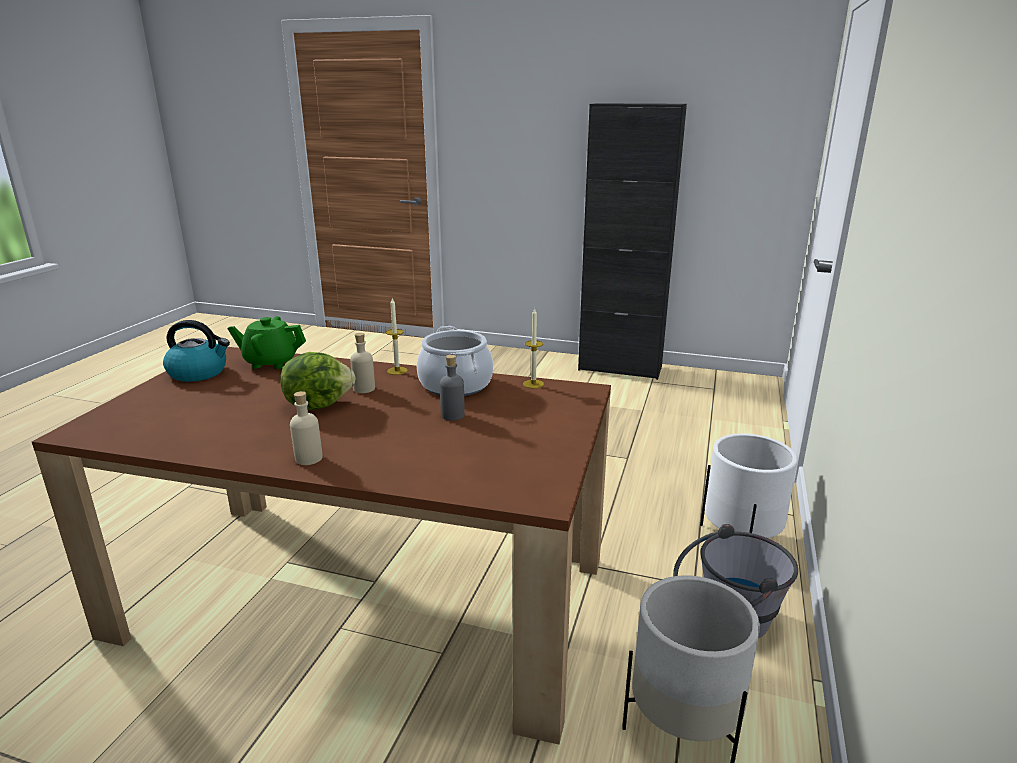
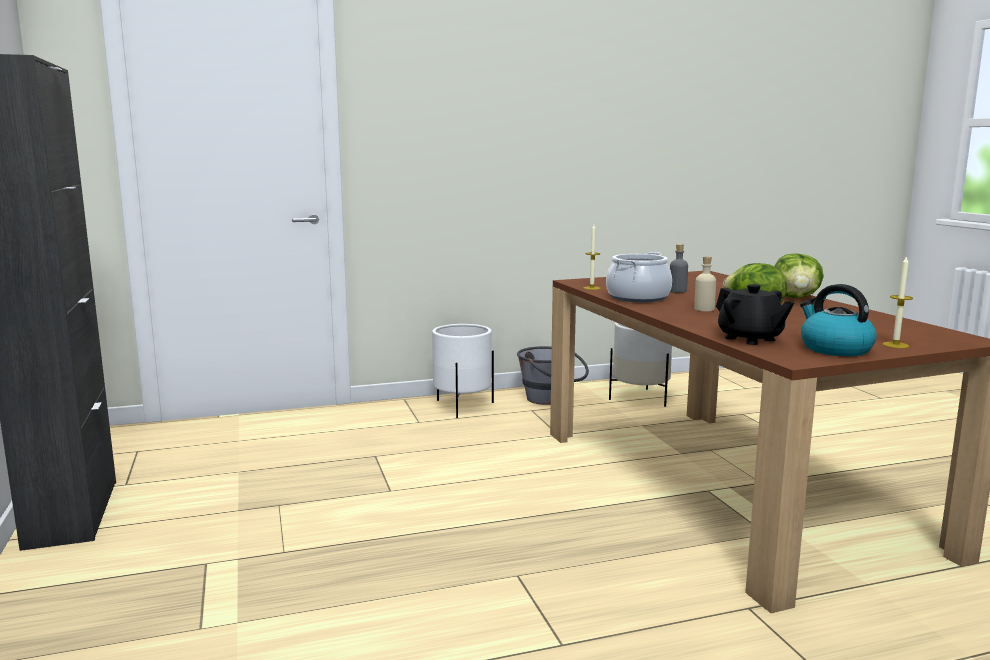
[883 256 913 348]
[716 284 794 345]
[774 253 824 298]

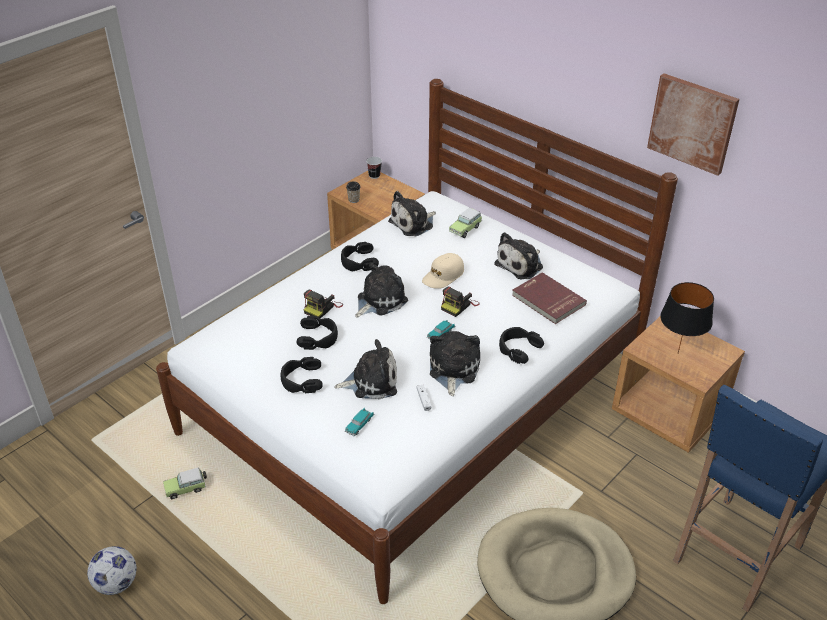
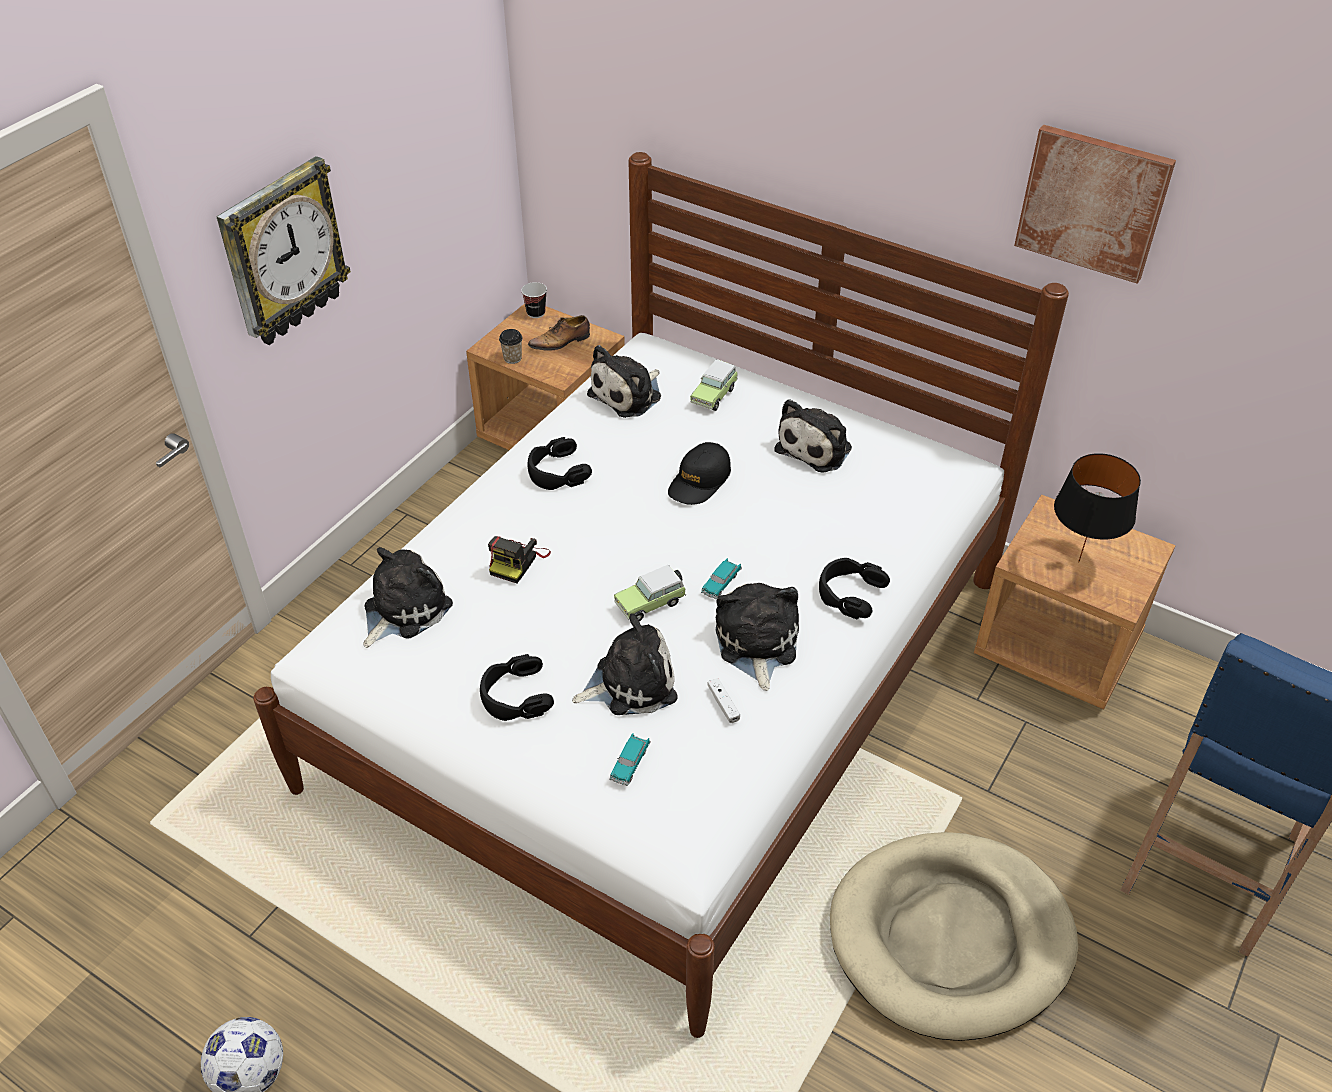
[668 442 731 505]
[363 547 453 648]
[512 272 587 324] (first image)
[441 287 480 317] (first image)
[297 316 338 350] (first image)
[614 565 686 621]
[216 156 351 345]
[528 315 590 351]

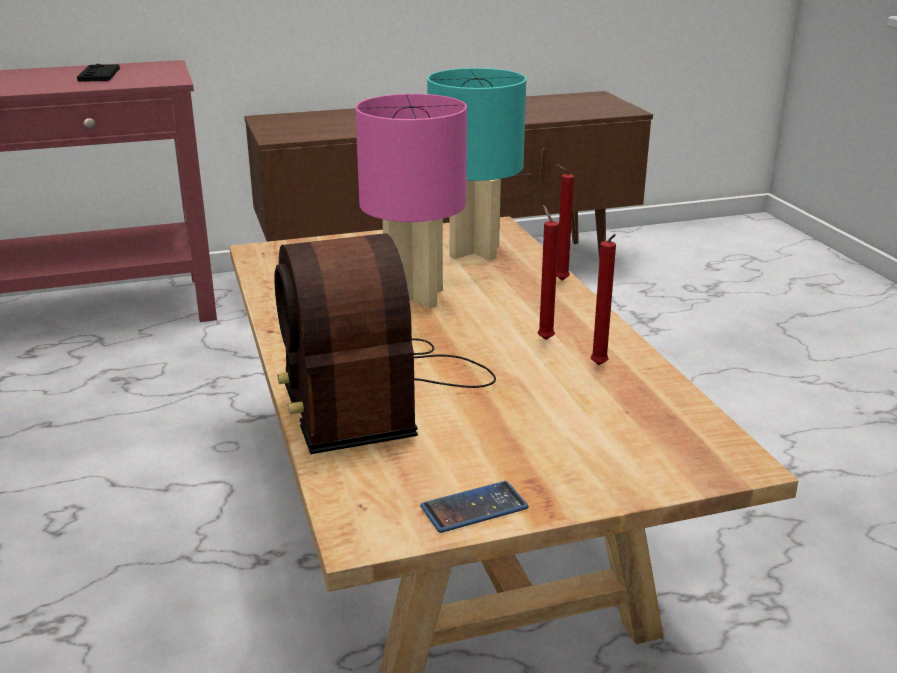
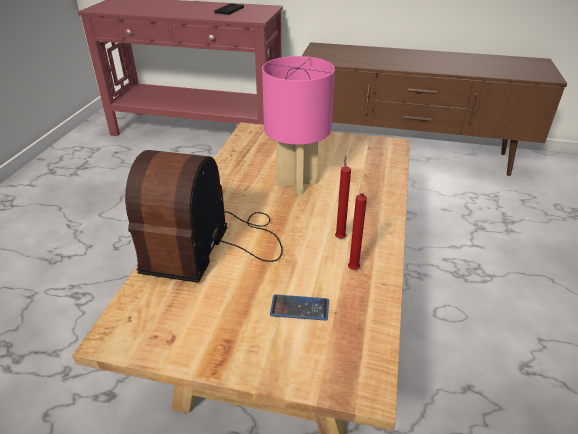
[427 68 526 260] (first image)
[556 164 574 280] (first image)
[270 294 329 321]

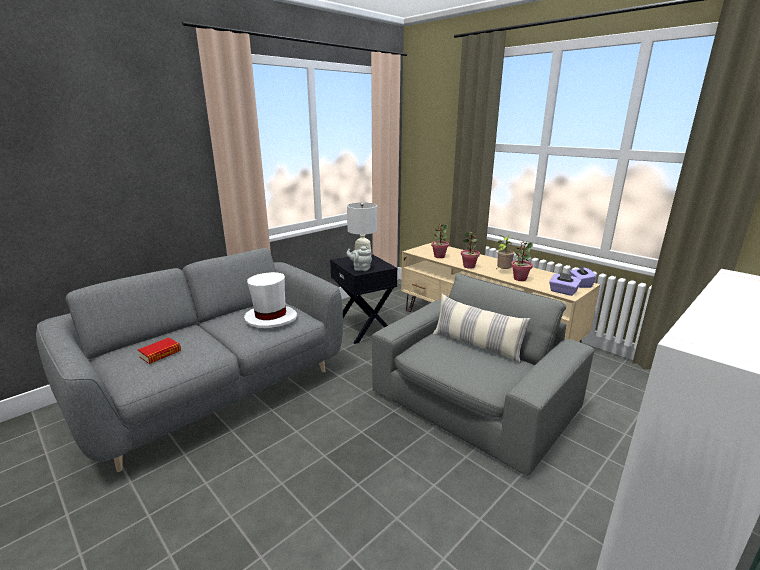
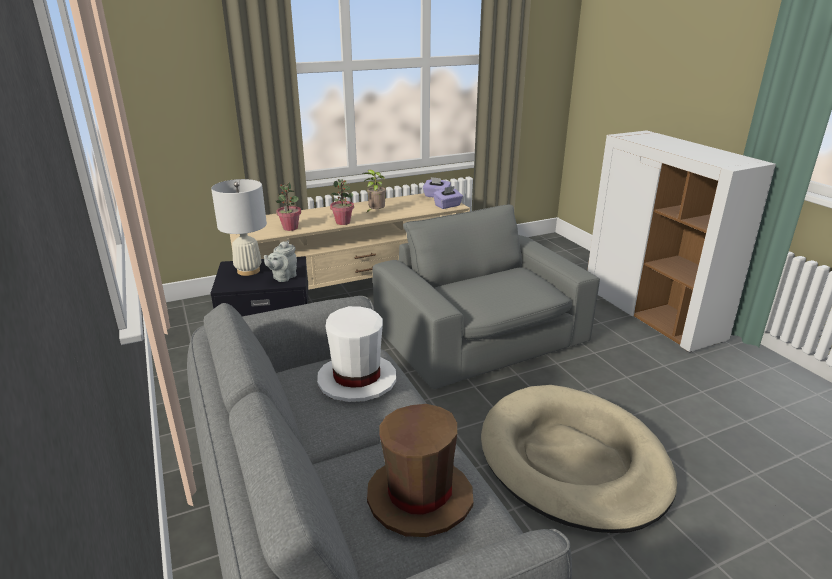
[511 241 533 281] (first image)
[433 294 531 363] (first image)
[367 404 473 537]
[481 385 677 533]

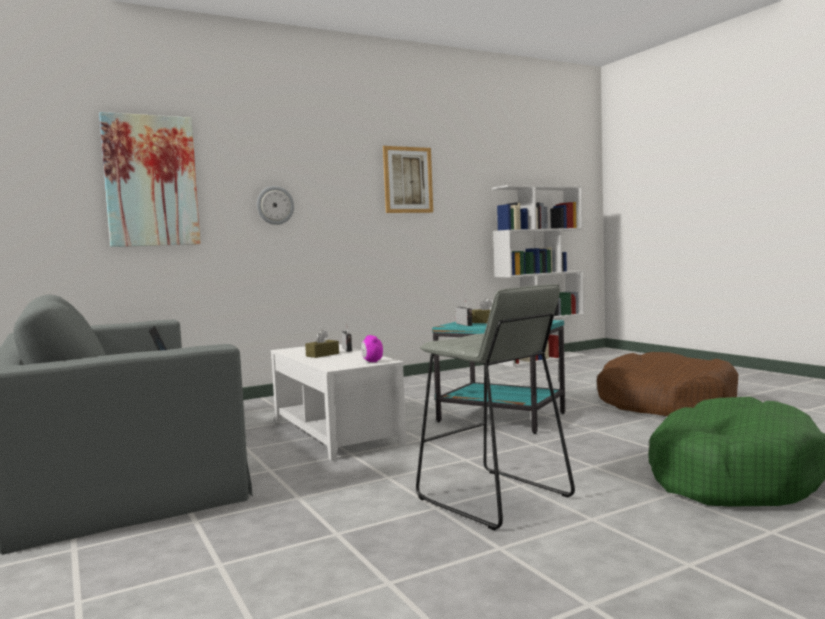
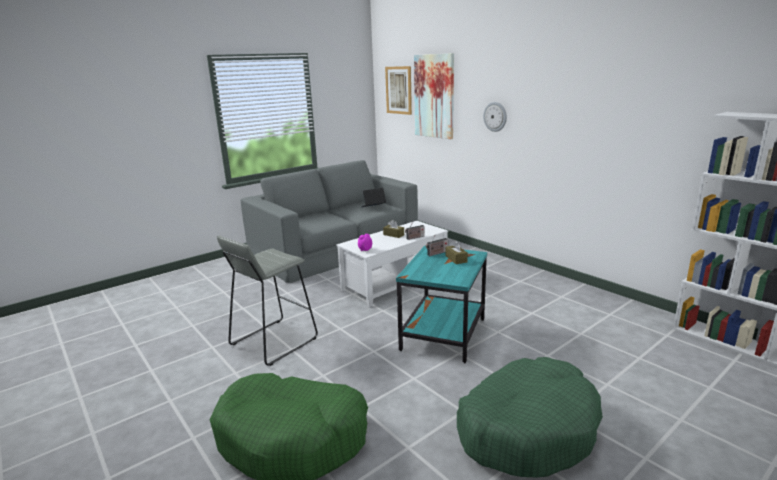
[385 66 412 115]
[457 357 603 477]

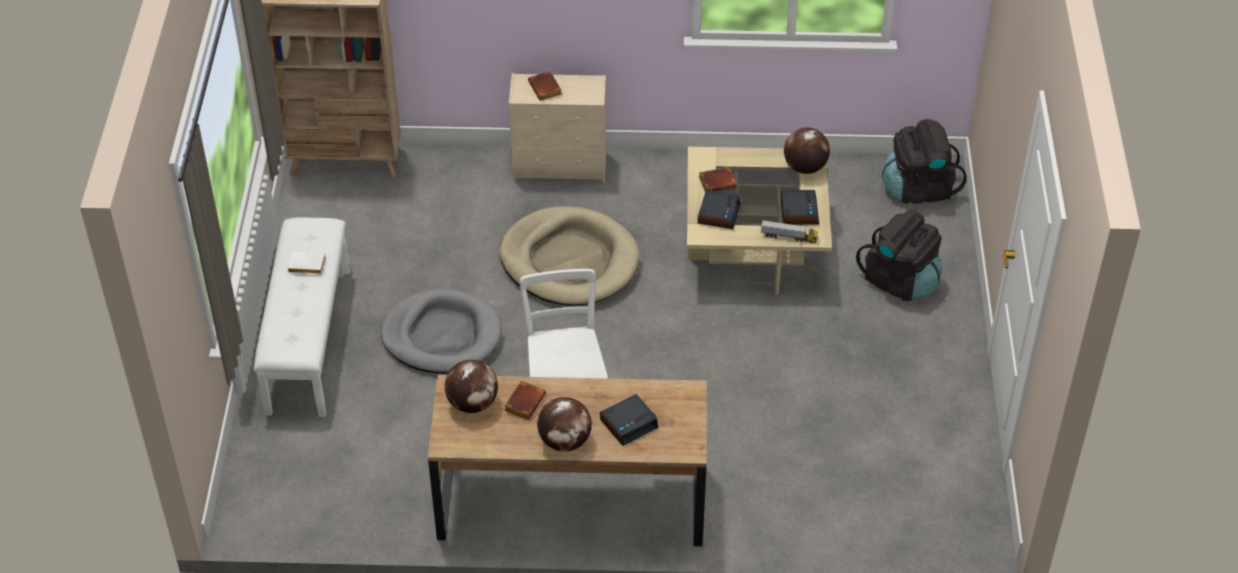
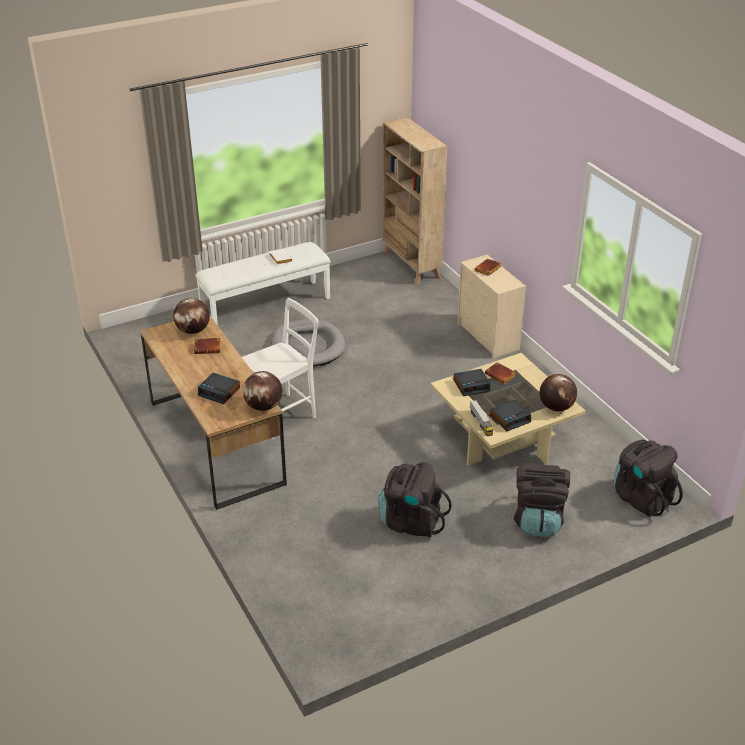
[499 206 640 306] (first image)
[243 371 282 411]
[378 462 451 538]

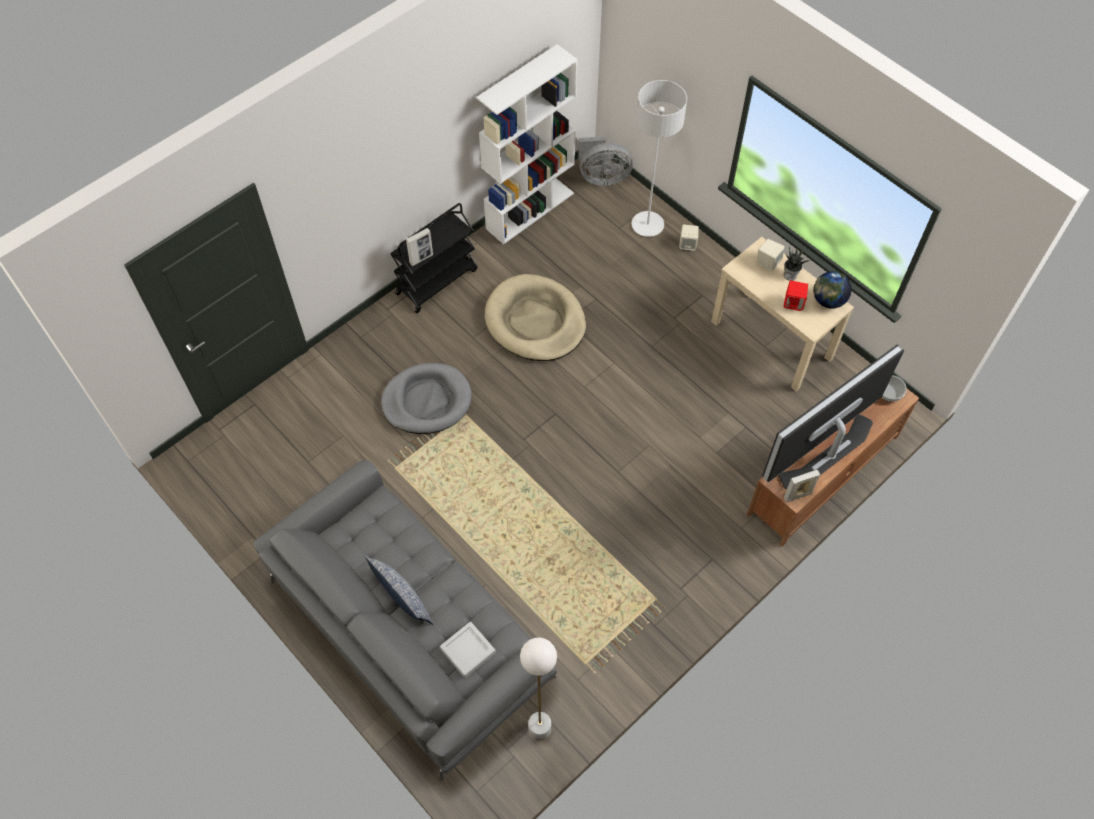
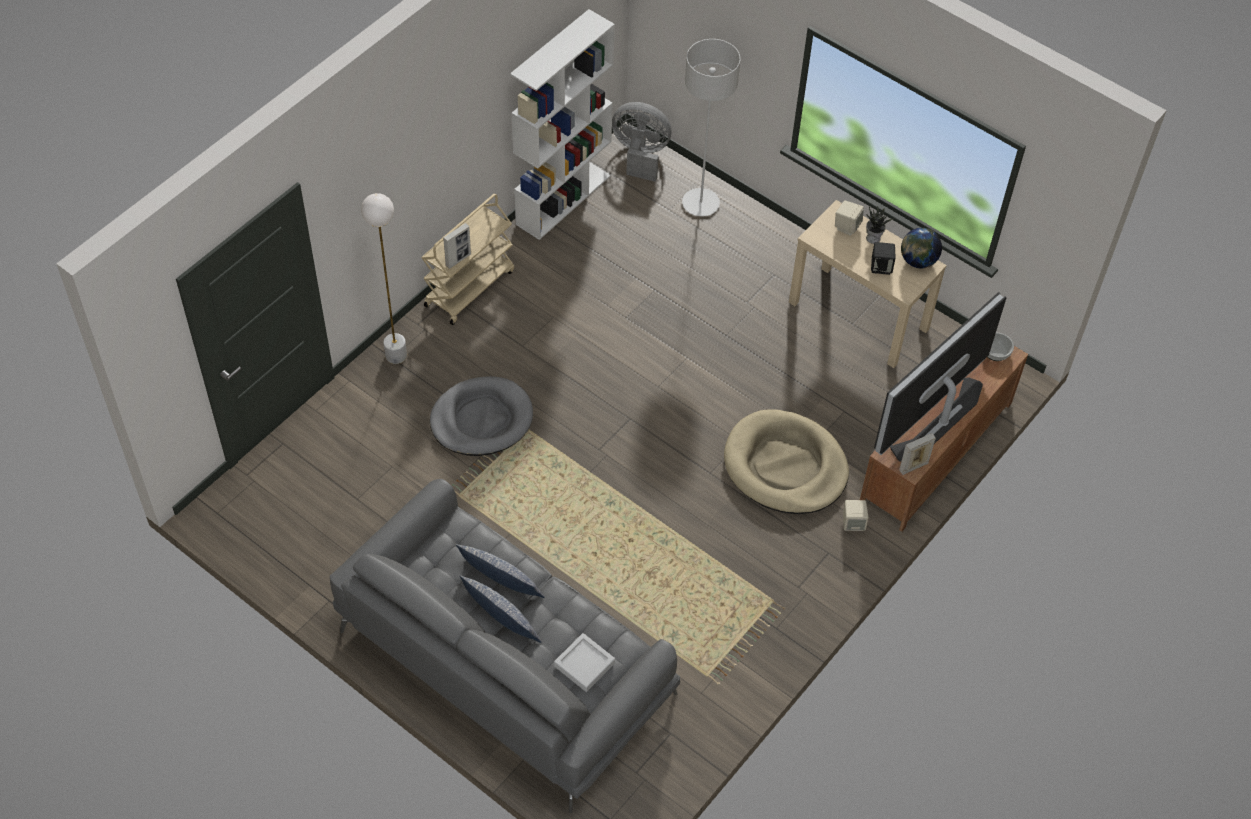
[612 102 672 182]
[421 194 514 325]
[843 500 868 531]
[724 409 849 514]
[871 242 895 275]
[361 193 407 364]
[456 544 545 598]

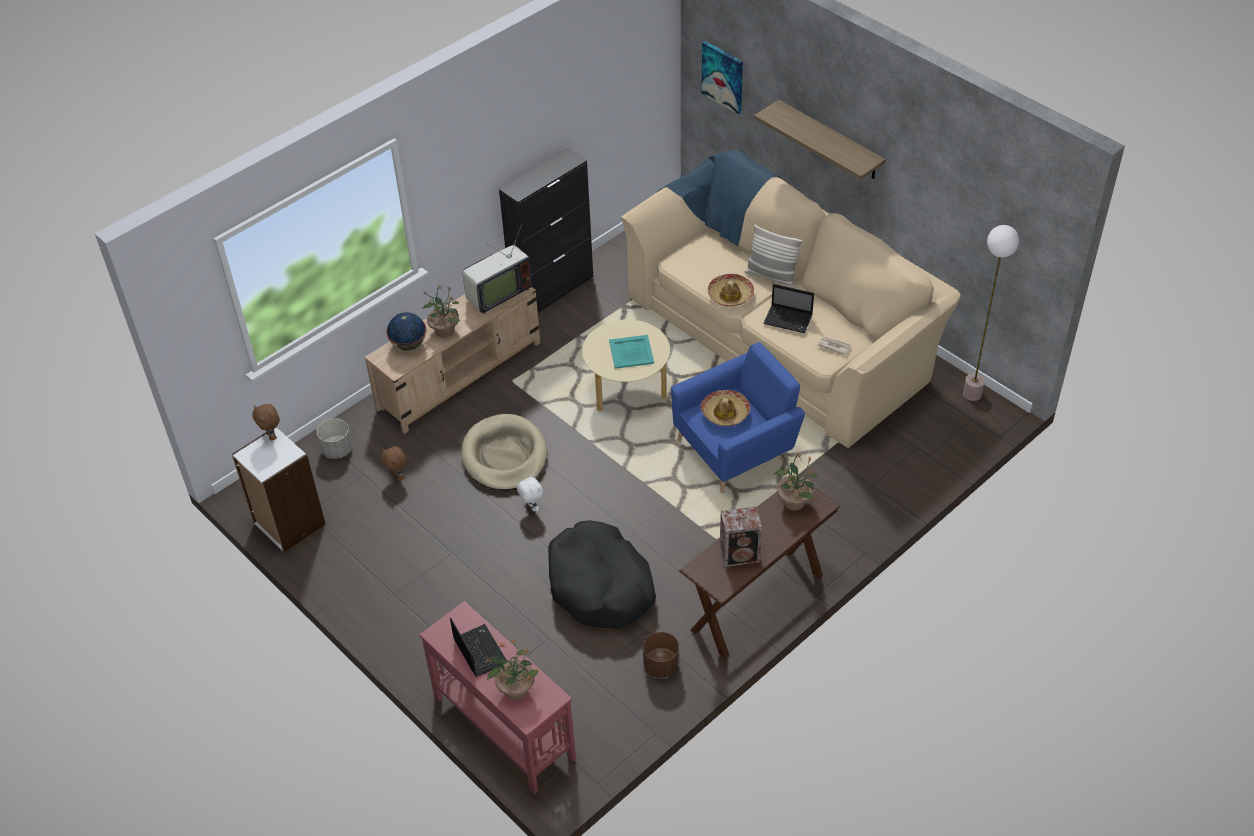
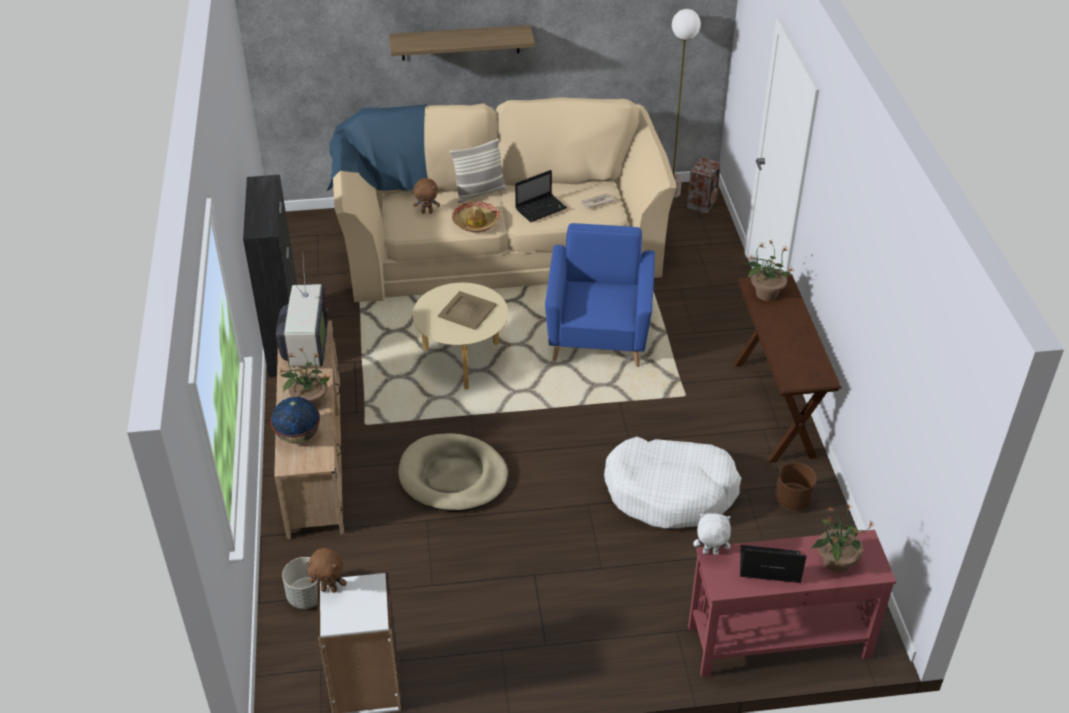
[701 41 743 114] (first image)
[438 291 497 330]
[701 390 750 426] (first image)
[413 178 440 214]
[693 513 731 555]
[687 157 721 213]
[604 437 741 528]

